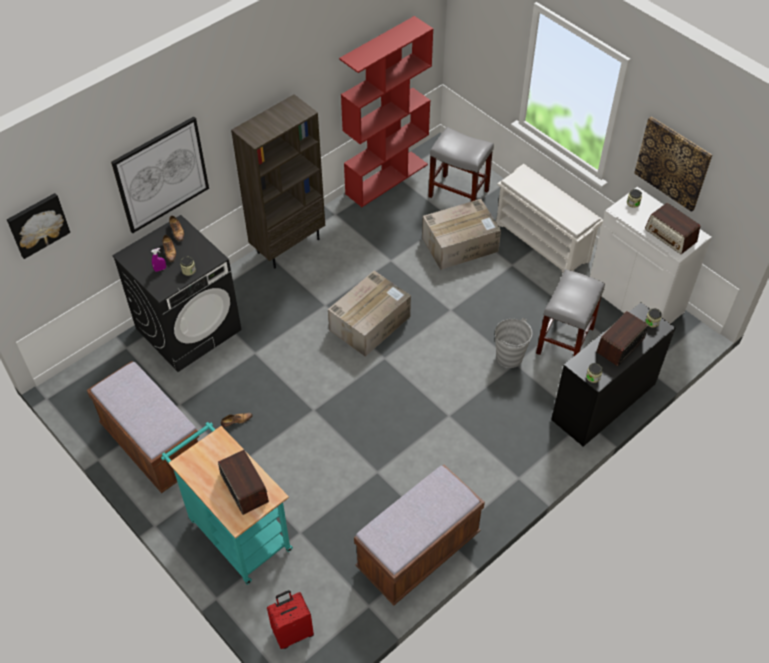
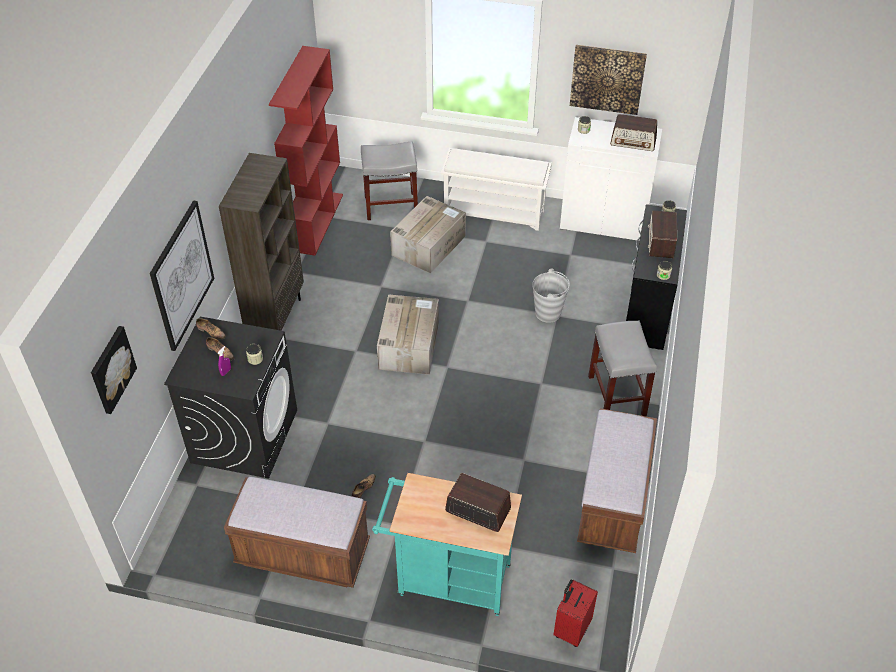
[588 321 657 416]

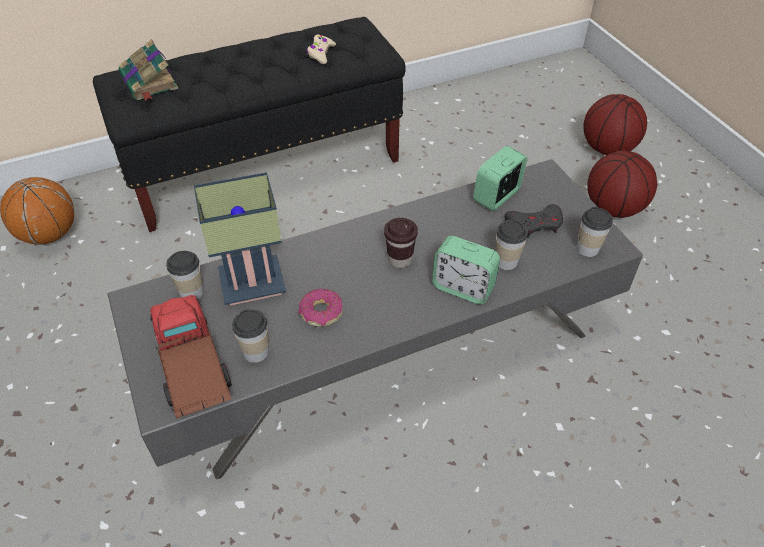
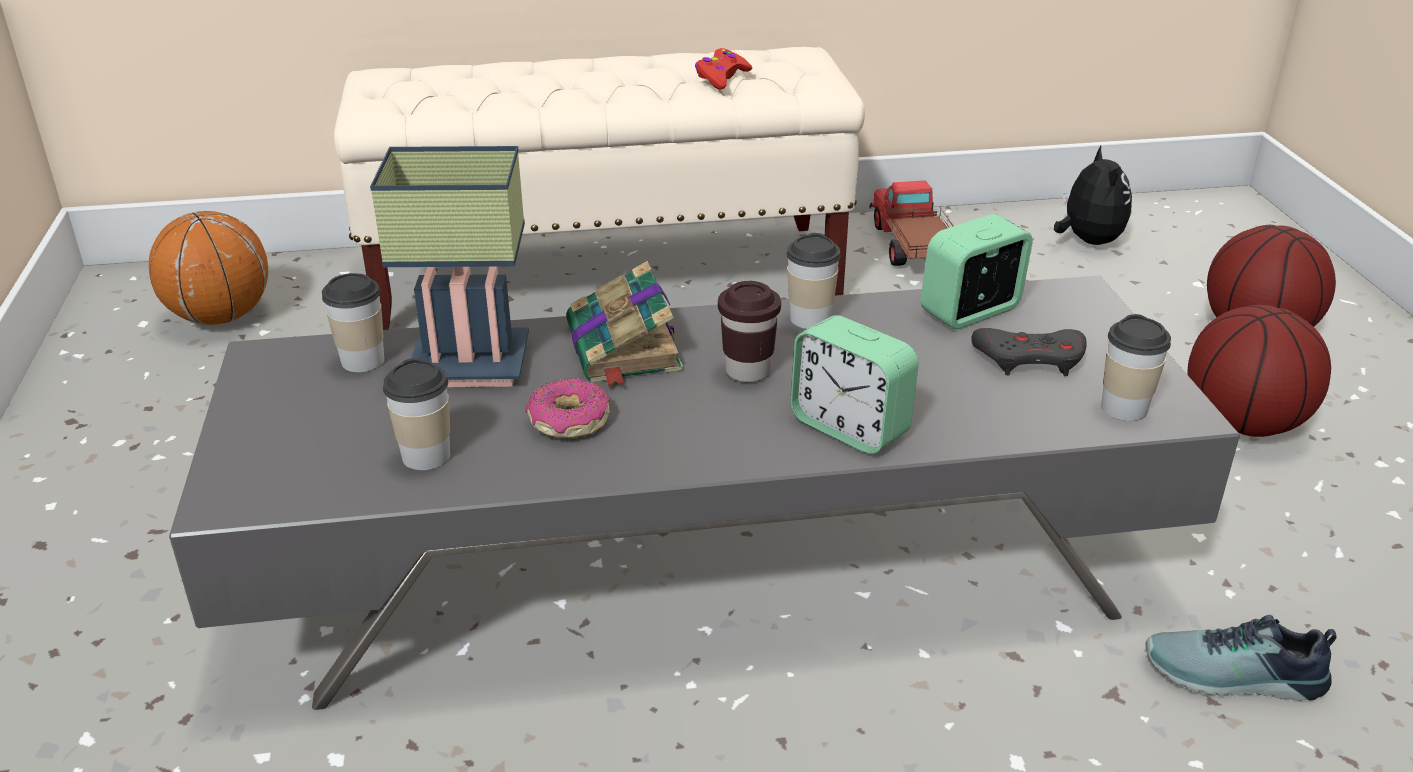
[334 47 865 330]
[695 48 752 89]
[566 261 683 387]
[787 233 841 329]
[869 181 954 266]
[1054 146 1132 245]
[1145 615 1337 701]

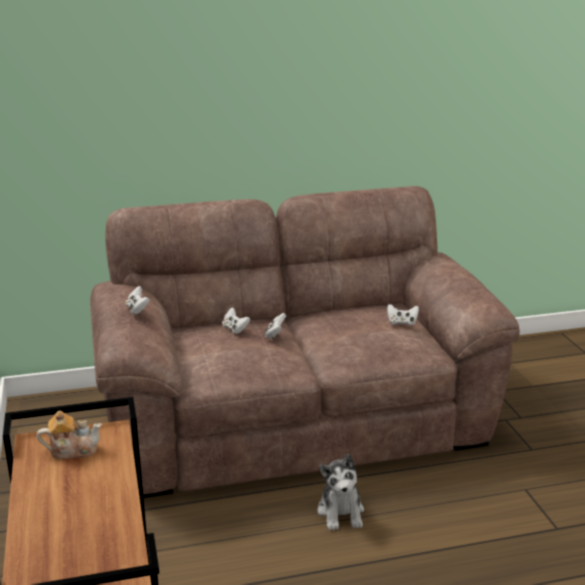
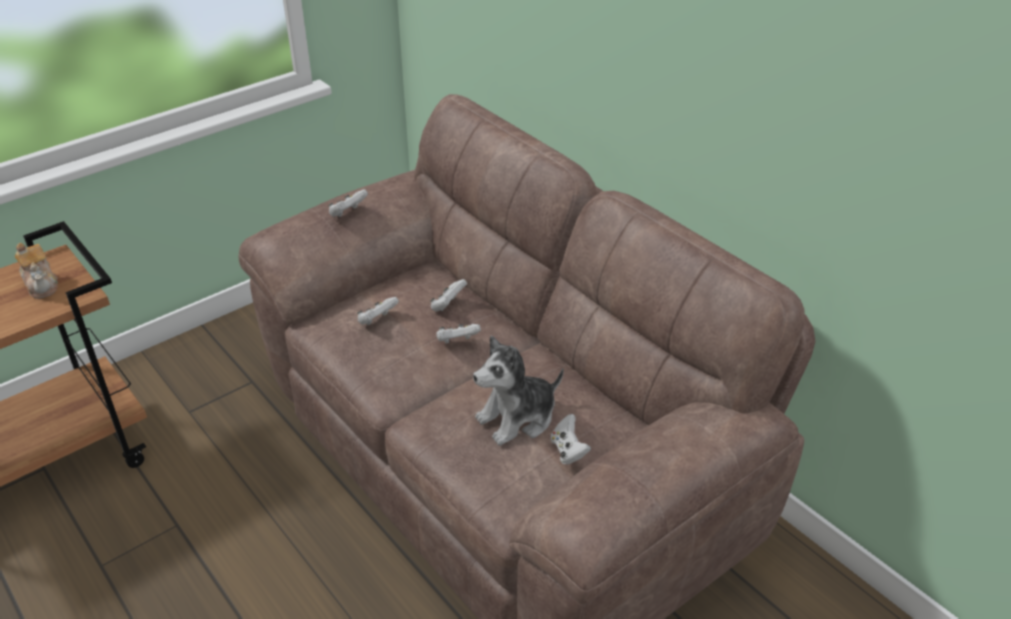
[473 336 564 446]
[357 297 399 325]

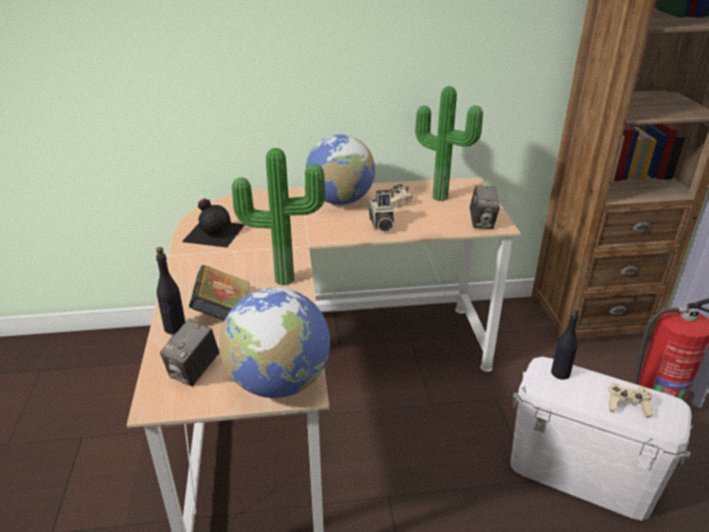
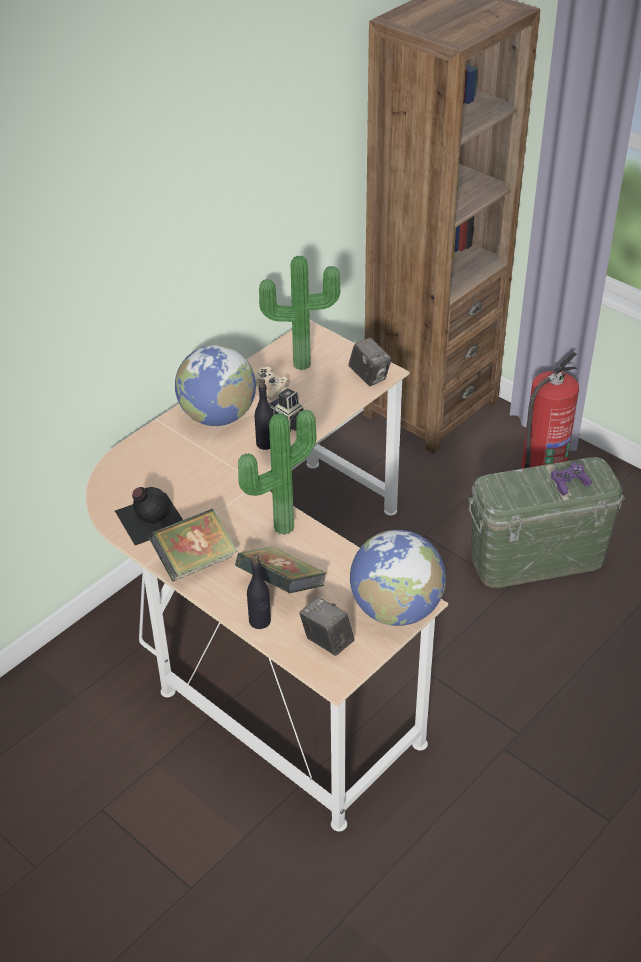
[255 379 274 450]
[299 597 355 656]
[468 457 624 588]
[551 462 592 496]
[149 509 237 582]

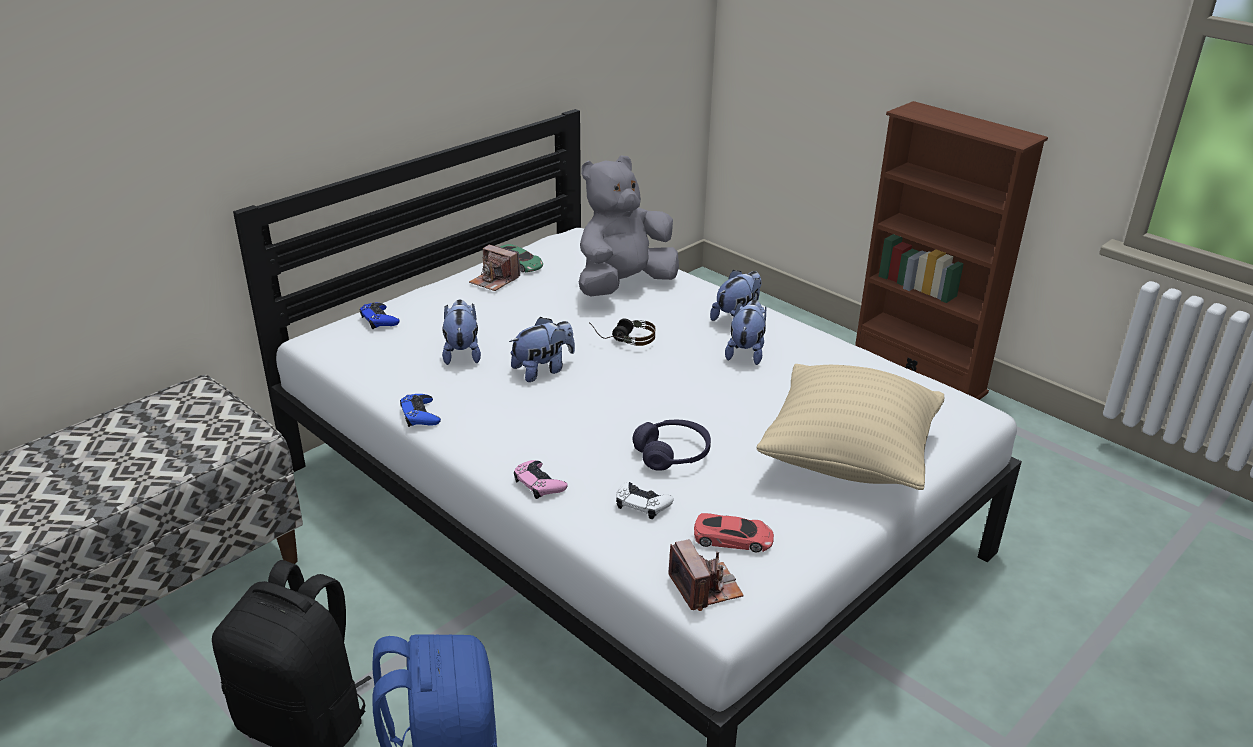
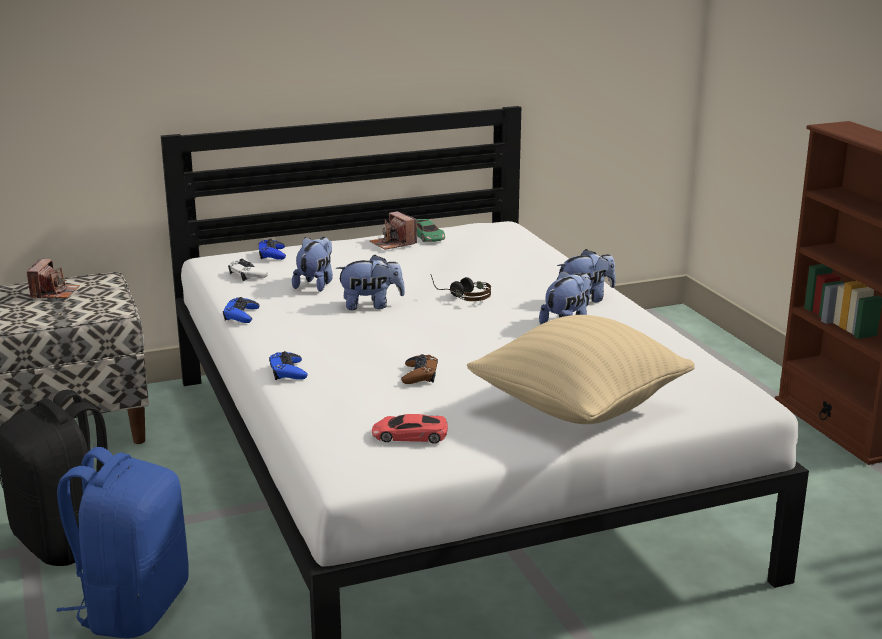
[579 155 679 296] (first image)
[401 354 438 384]
[269 351 308 380]
[228 259 268 281]
[372 414 448 444]
[27 259 80 299]

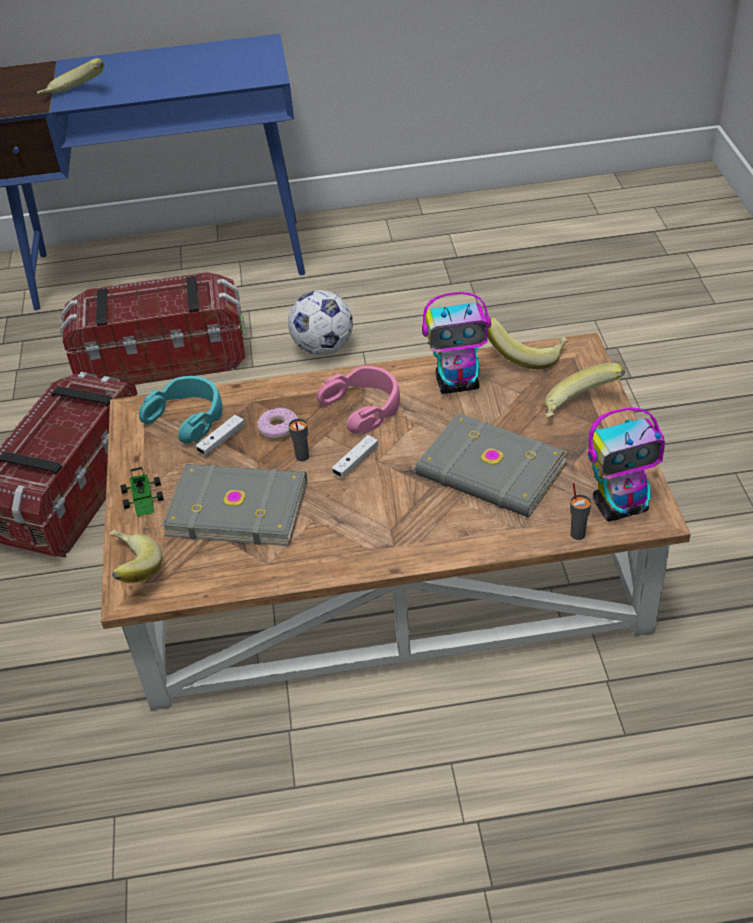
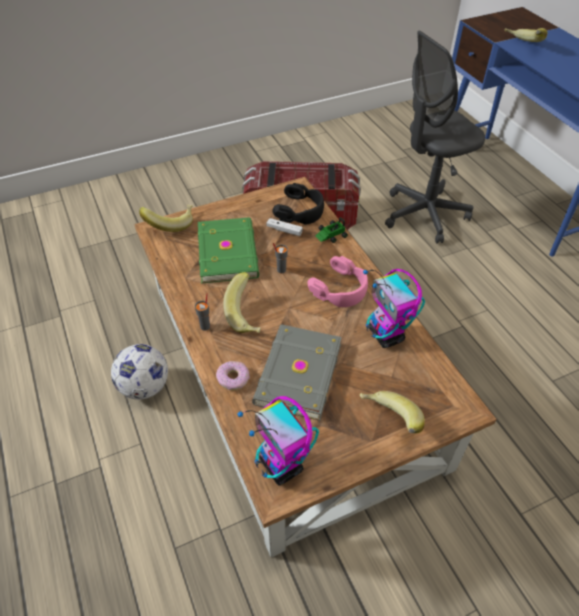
[385 31 485 244]
[111 344 168 400]
[223 272 261 333]
[272 183 324 225]
[216 361 250 390]
[332 435 378 477] (first image)
[198 217 259 284]
[315 217 348 243]
[195 294 210 331]

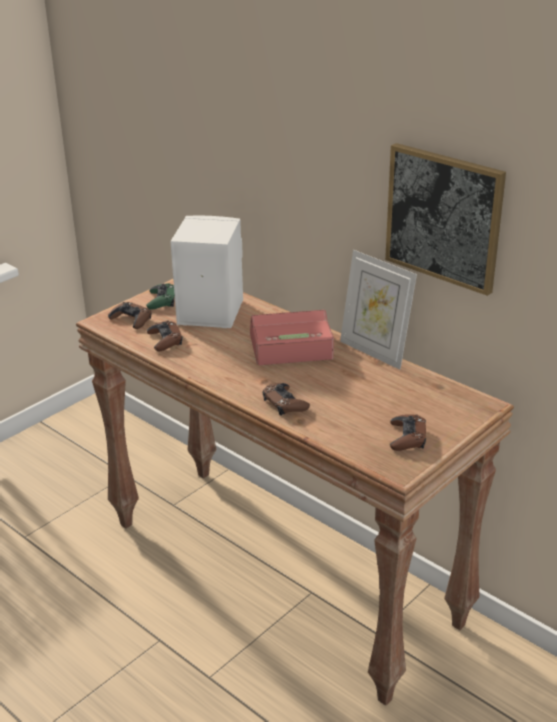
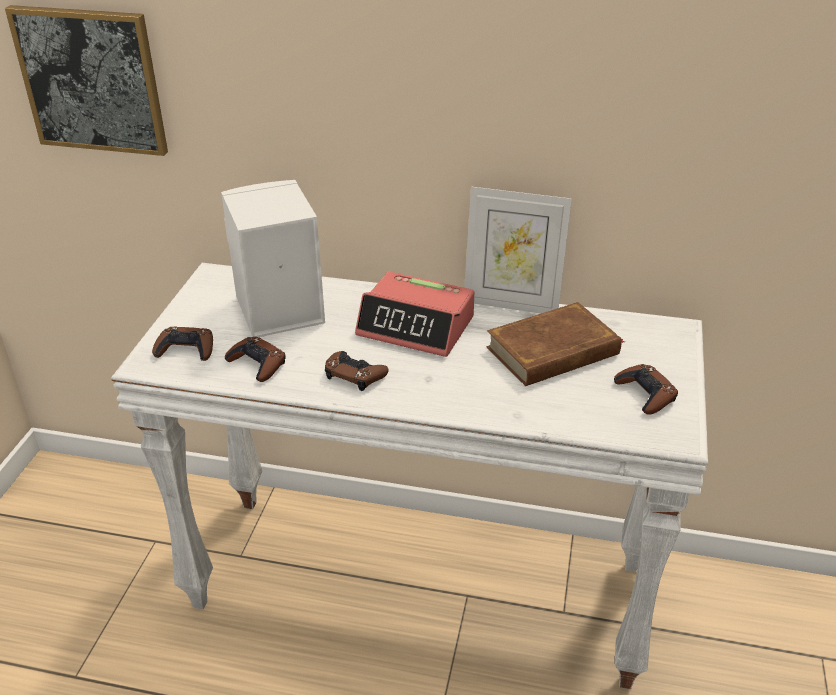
[5 5 168 156]
[111 263 708 689]
[146 283 175 310] (first image)
[355 272 474 357]
[325 351 389 391]
[486 302 625 386]

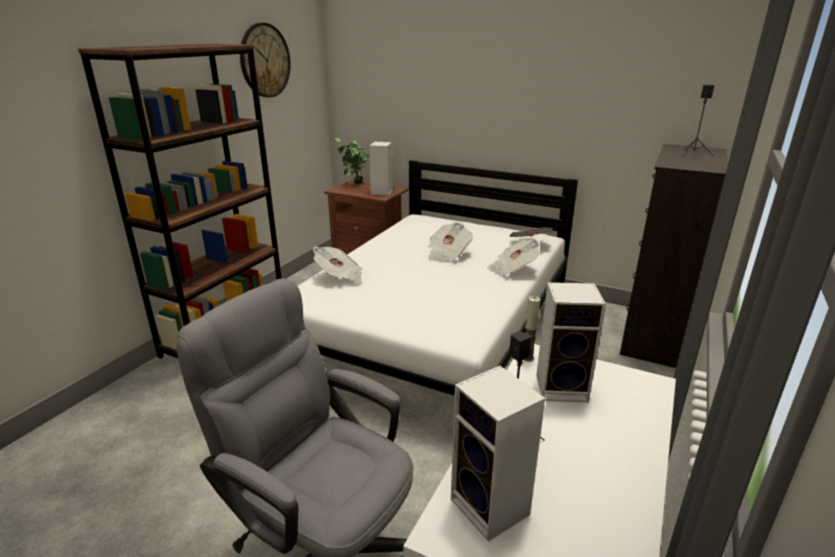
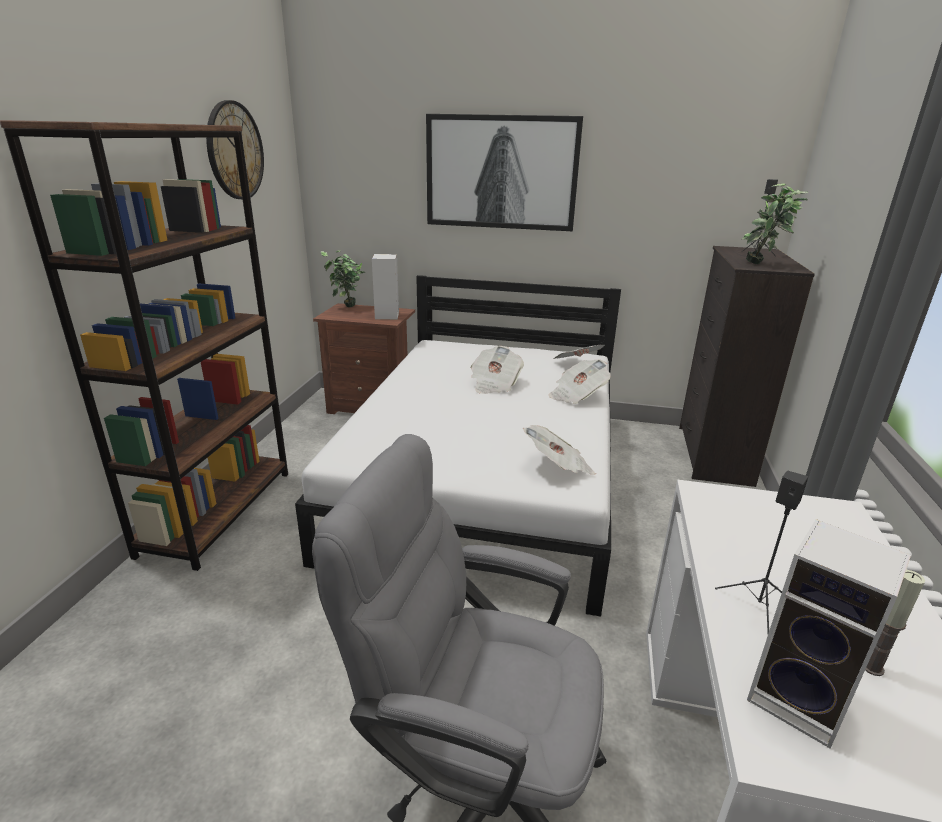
[523 425 596 475]
[536 282 606 402] (first image)
[865 570 925 676]
[426 114 583 231]
[741 184 808 264]

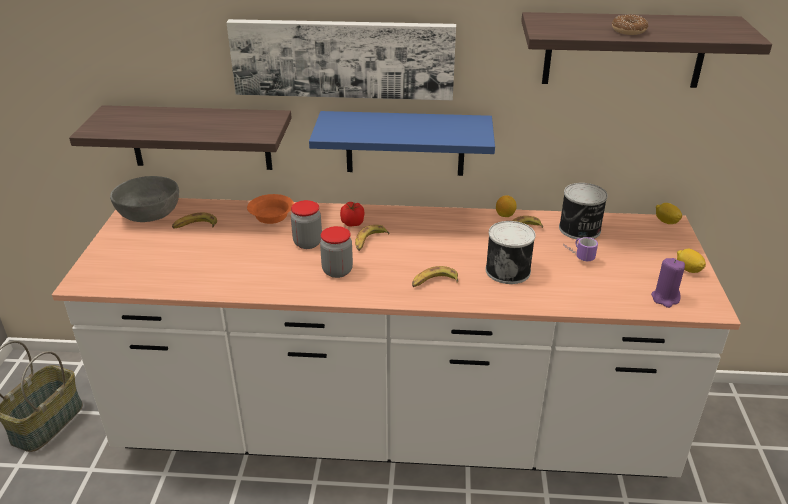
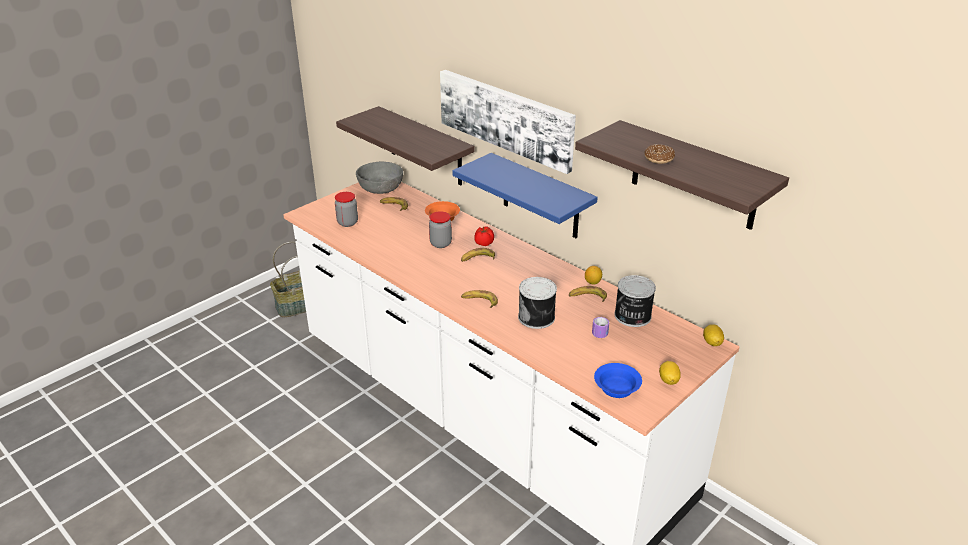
[335 192 358 227]
[594 363 642 398]

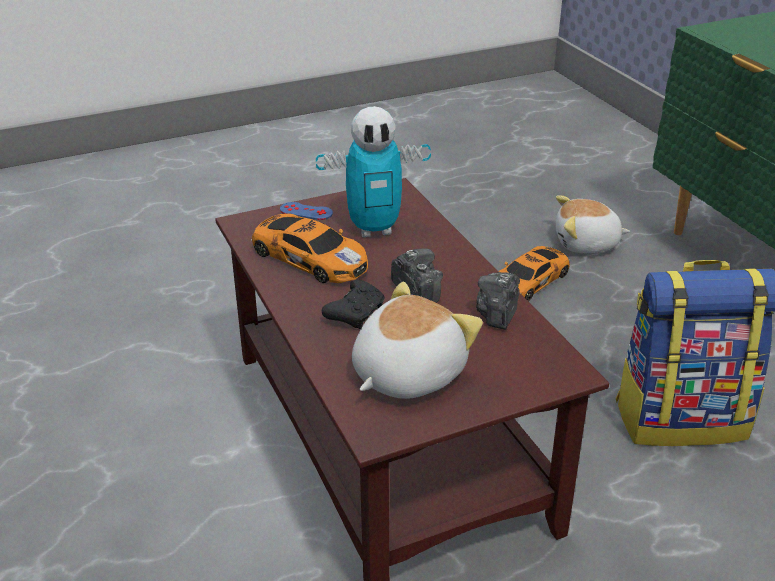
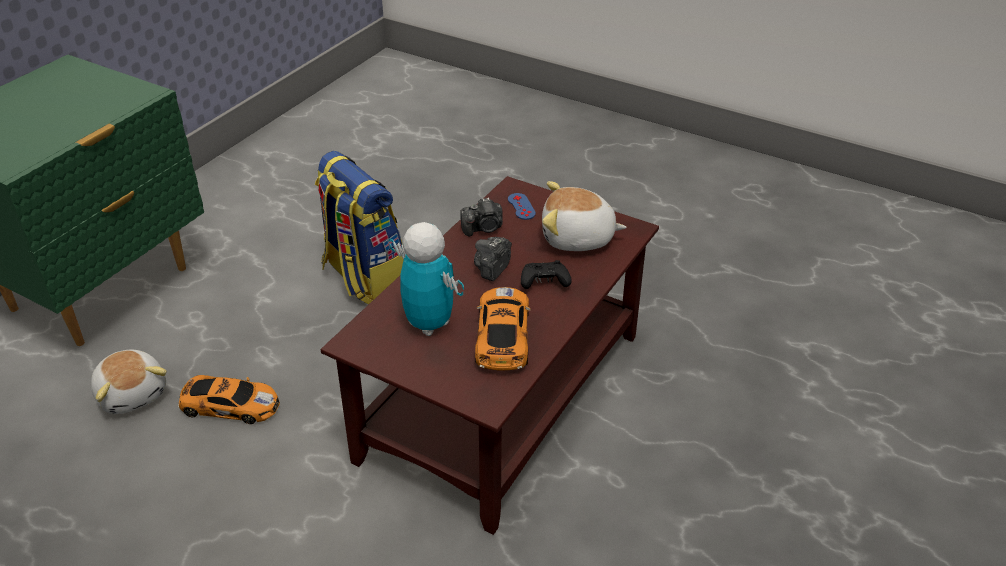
[508 193 536 220]

